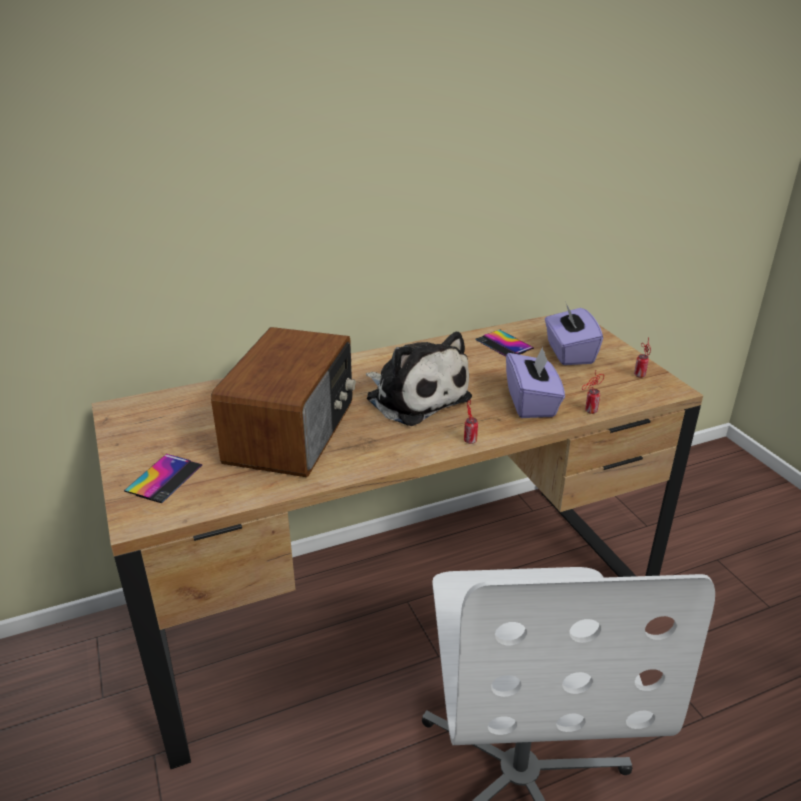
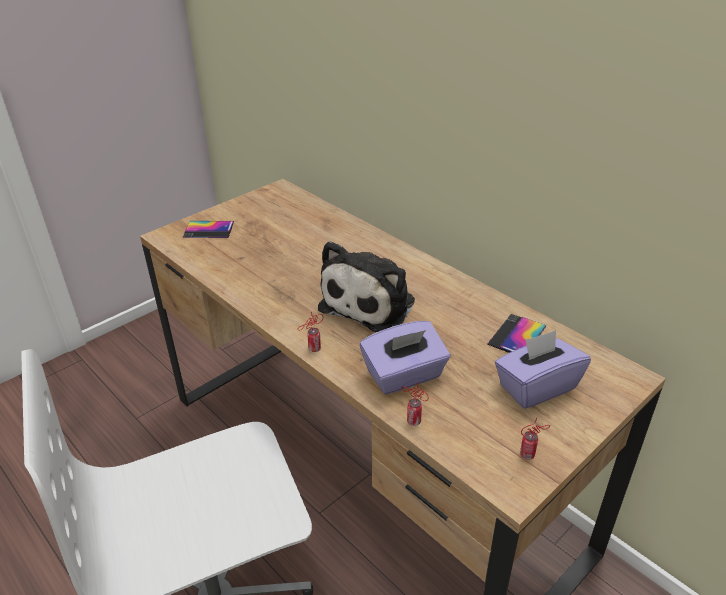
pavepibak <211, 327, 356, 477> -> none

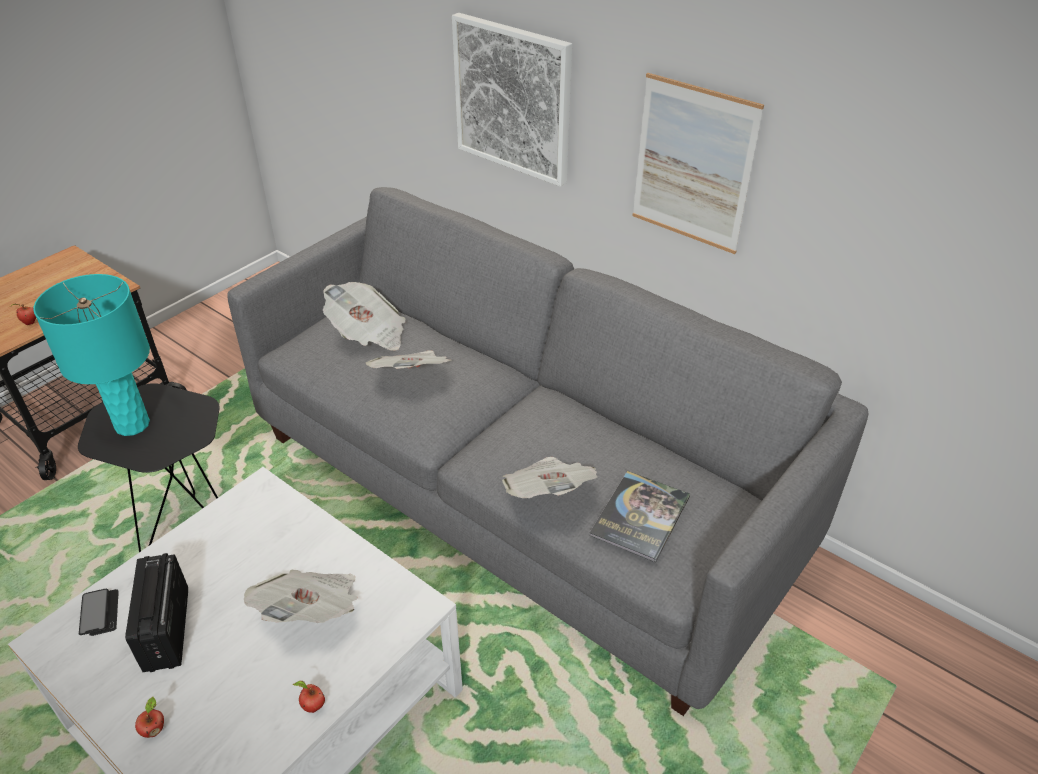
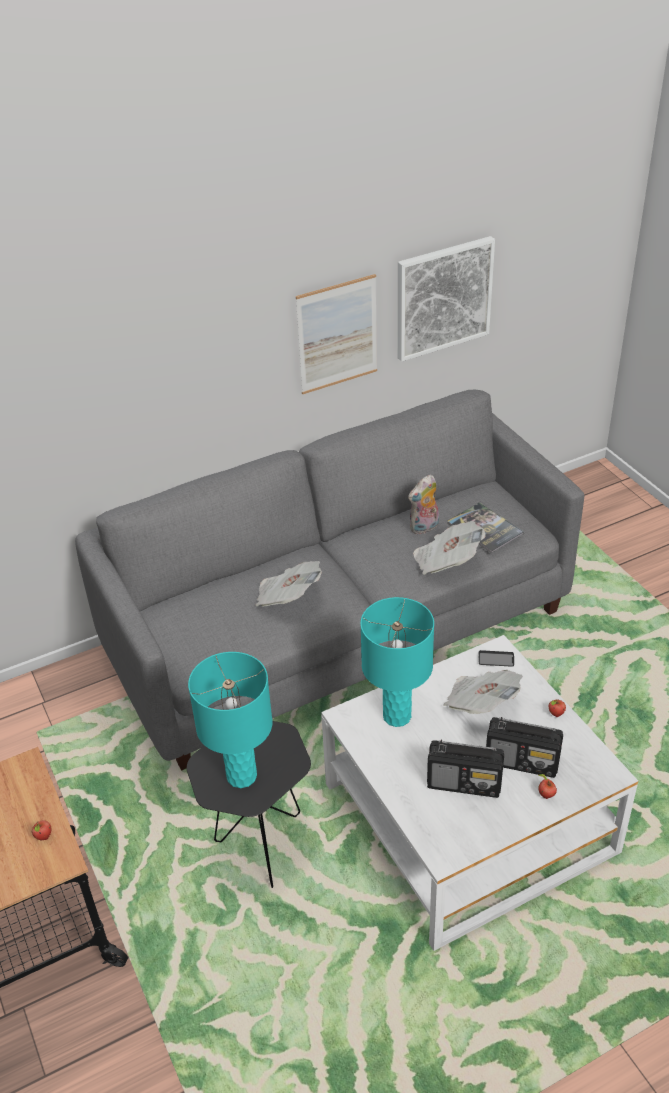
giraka <79, 589, 119, 636> -> giraka <478, 650, 514, 667>, move
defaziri <323, 282, 405, 351> -> none
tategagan <452, 13, 572, 187> -> tategagan <398, 236, 495, 362>, move
none -> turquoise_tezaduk <360, 597, 434, 727>
none -> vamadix <408, 475, 439, 534>
none -> pavepibak <486, 717, 563, 778>

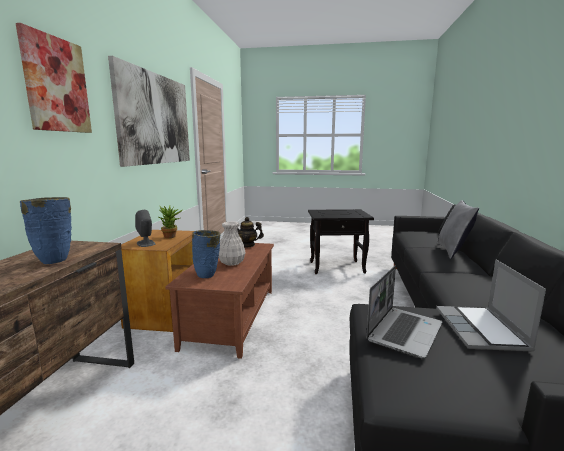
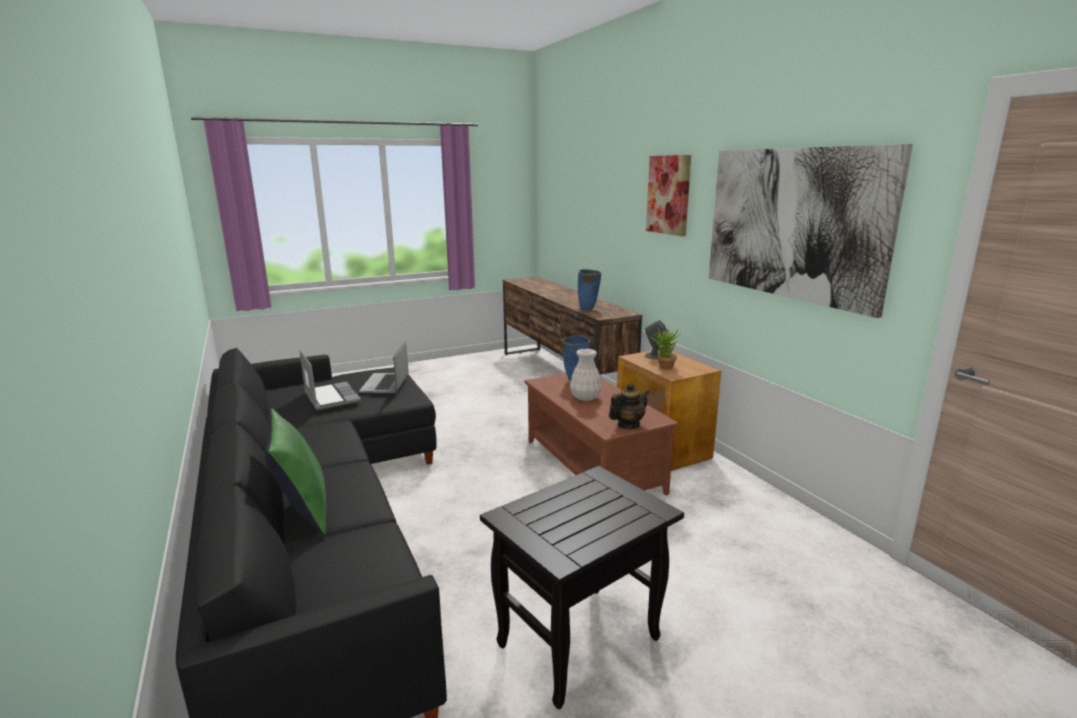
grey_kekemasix <438, 200, 479, 259> -> green_kekemasix <265, 408, 327, 536>

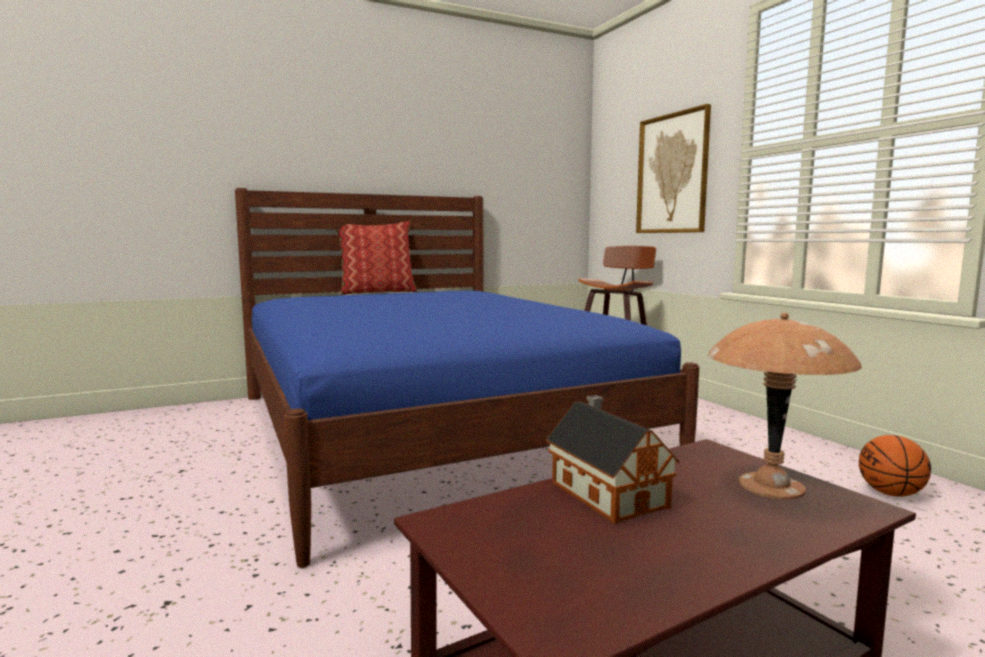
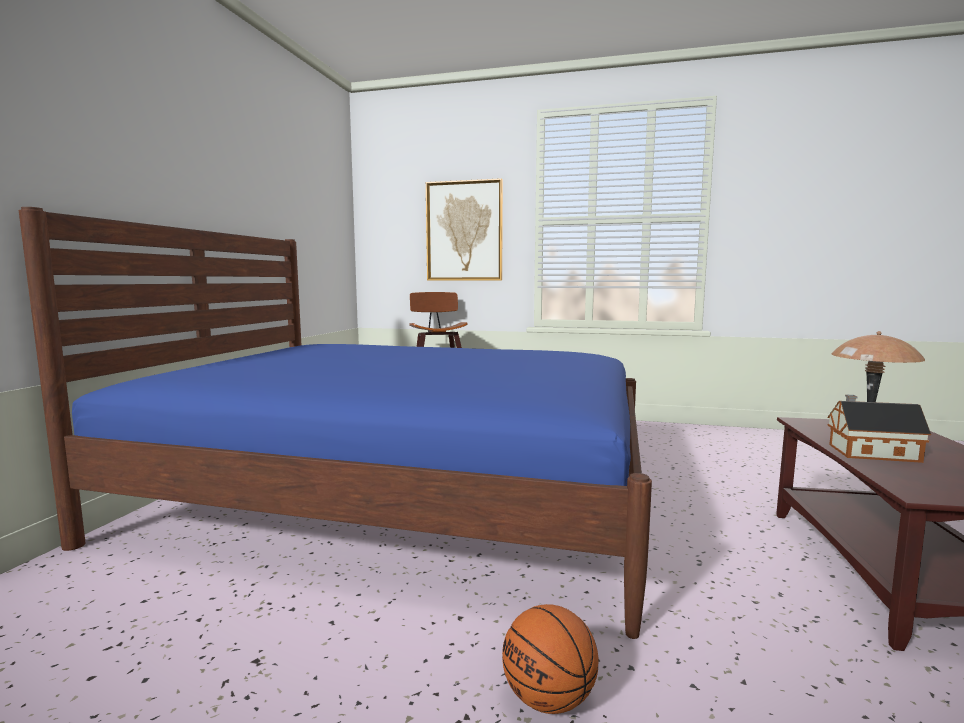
kekemasix <336, 221, 417, 295> -> none
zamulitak <859, 435, 931, 497> -> zamulitak <502, 604, 599, 714>, move

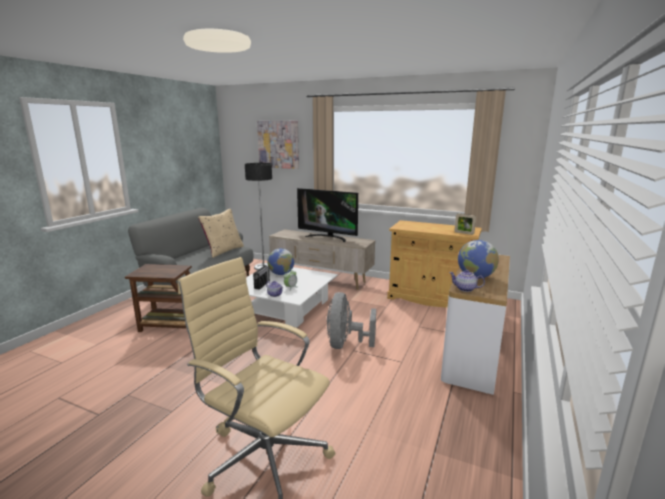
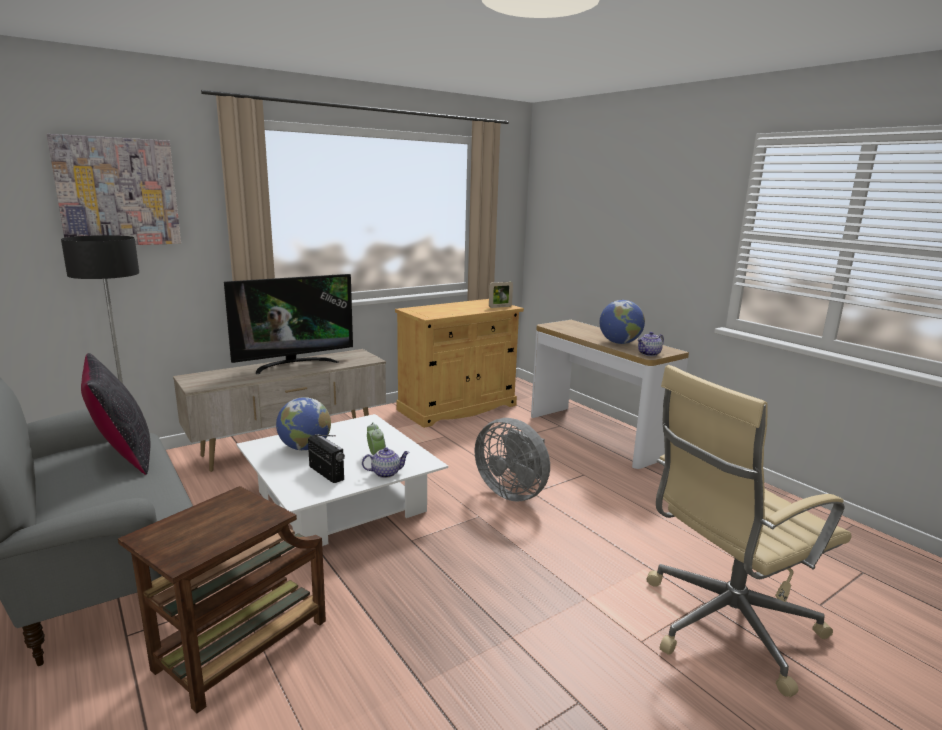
beige_kekemasix <198, 209, 244, 258> -> black_kekemasix <81, 353, 150, 475>

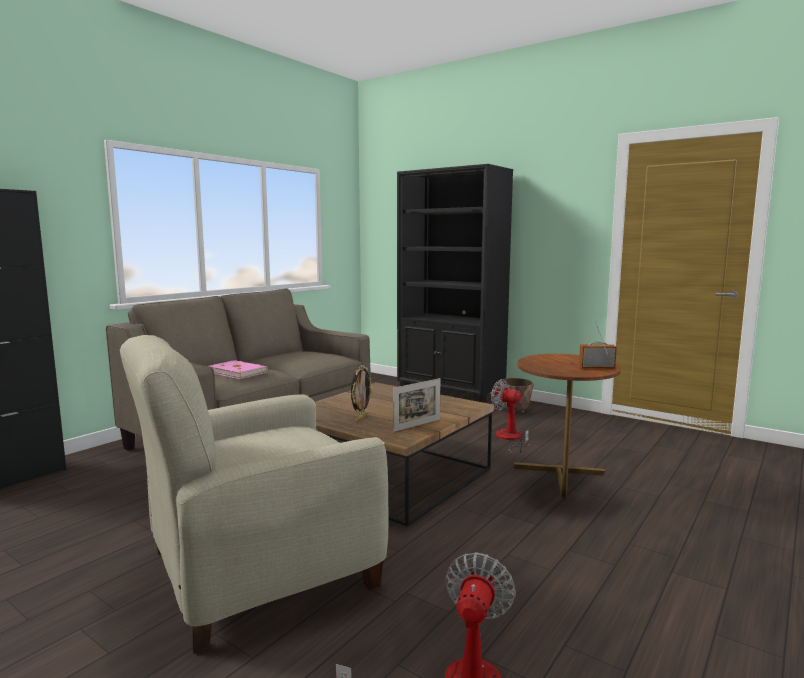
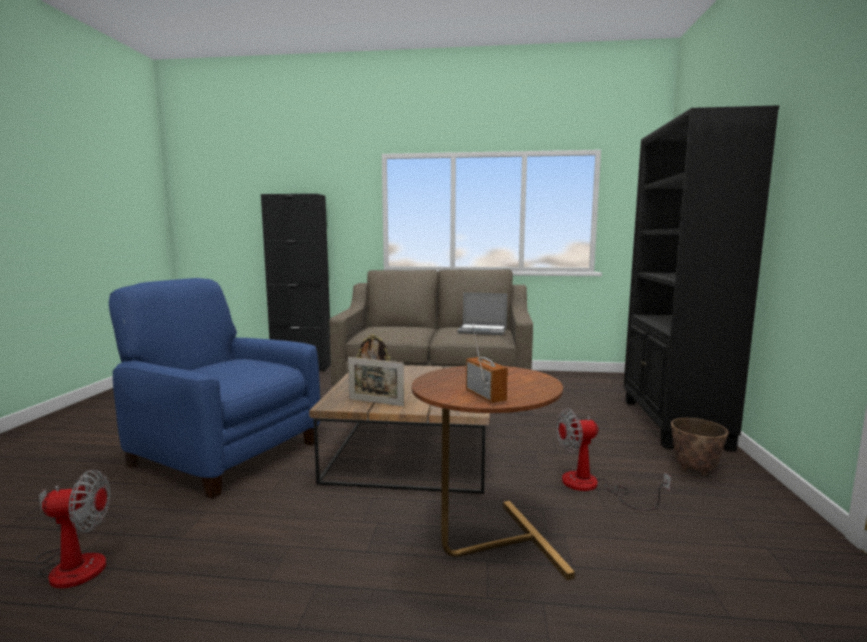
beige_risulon <120, 335, 389, 654> -> blue_risulon <109, 278, 320, 499>
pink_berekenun <209, 360, 268, 379> -> none
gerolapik <491, 379, 529, 455> -> gerolapik <556, 409, 671, 511>, 105 degrees counterclockwise
none -> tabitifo <457, 292, 507, 335>

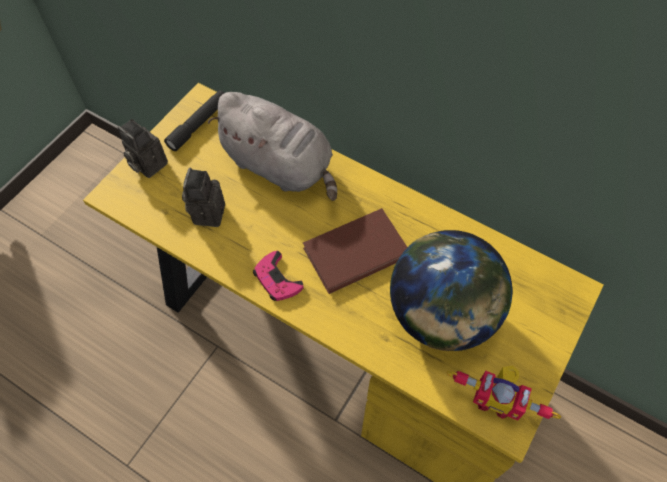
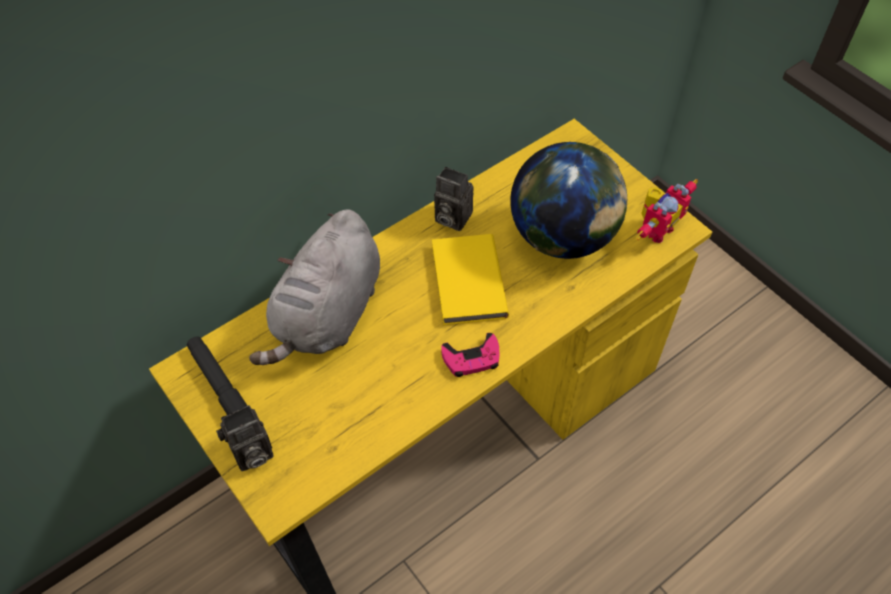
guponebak <182, 168, 225, 227> -> guponebak <434, 167, 474, 231>, move
grey_vamadix <208, 92, 337, 201> -> grey_vamadix <249, 209, 380, 365>, 150 degrees clockwise
brown_berekenun <303, 208, 408, 294> -> yellow_berekenun <432, 234, 509, 325>

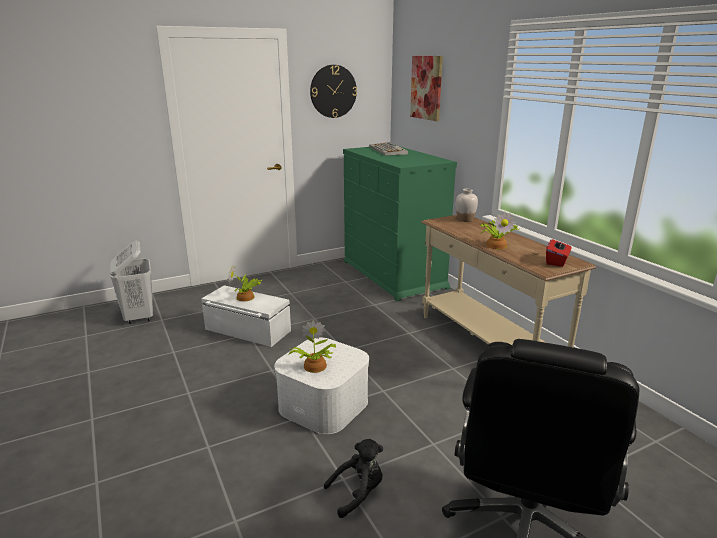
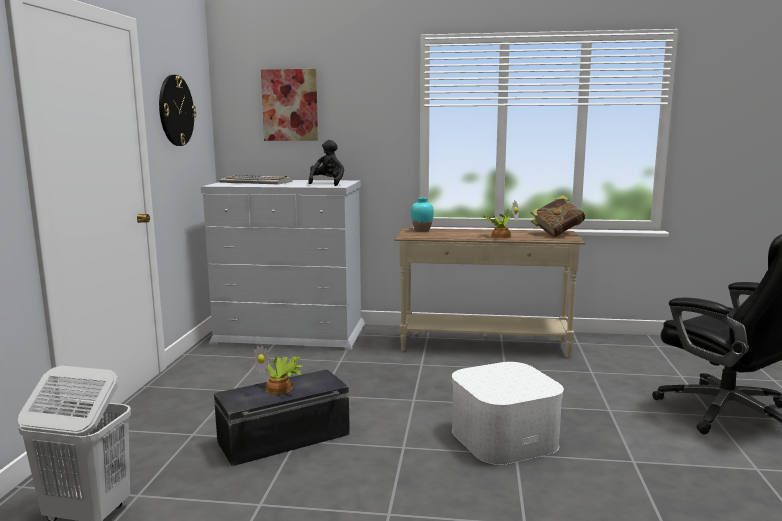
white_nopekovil <201, 285, 291, 347> -> black_nopekovil <214, 369, 350, 466>
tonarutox <289, 320, 336, 373> -> none
black_vamadix <324, 439, 383, 518> -> black_vamadix <308, 140, 344, 186>, move
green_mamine <343, 146, 457, 301> -> white_mamine <201, 180, 365, 351>
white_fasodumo <456, 189, 478, 222> -> turquoise_fasodumo <411, 198, 434, 232>
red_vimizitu <546, 238, 571, 267> -> berekenun <531, 195, 585, 237>

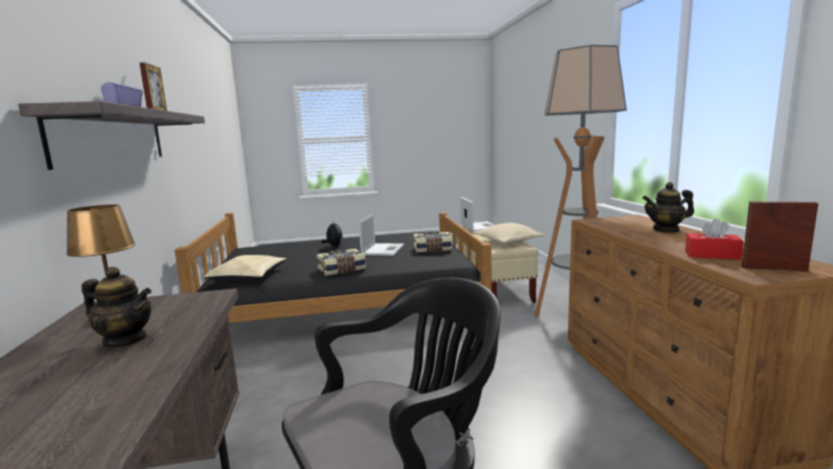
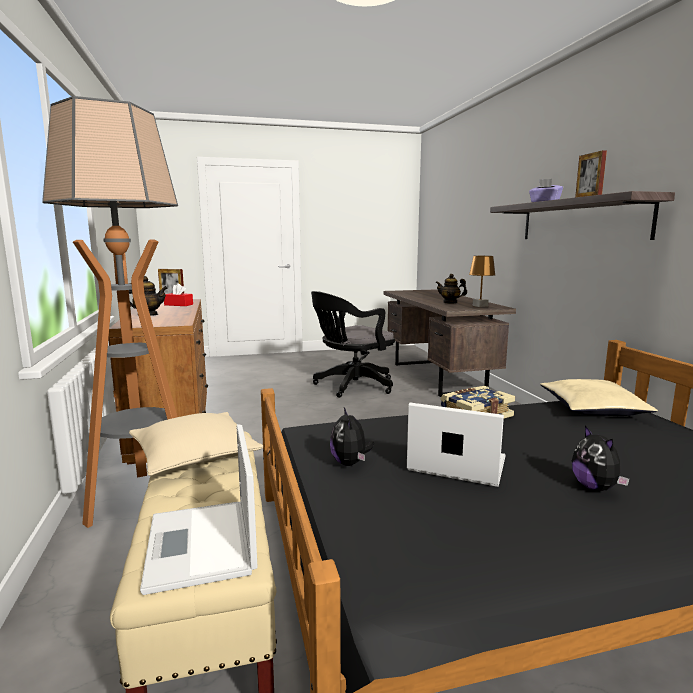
tabitifo <359, 214, 404, 256> -> tabitifo <407, 403, 505, 487>, 105 degrees clockwise
berekenun <413, 232, 453, 252> -> vamadix <330, 408, 374, 466>

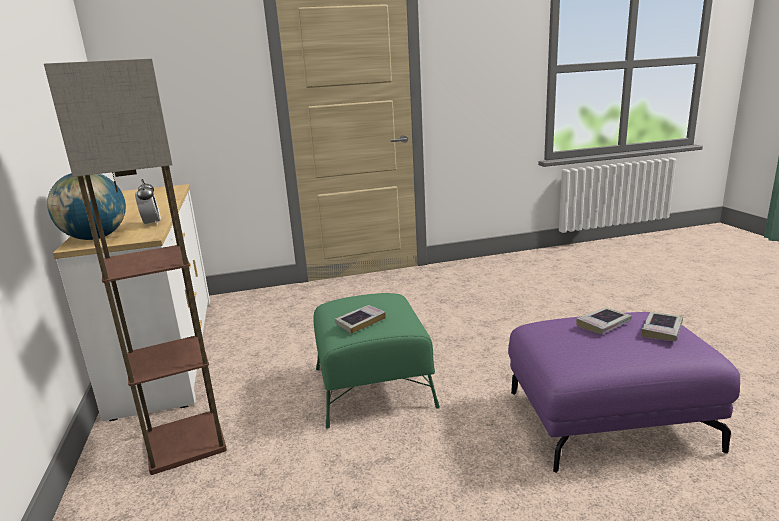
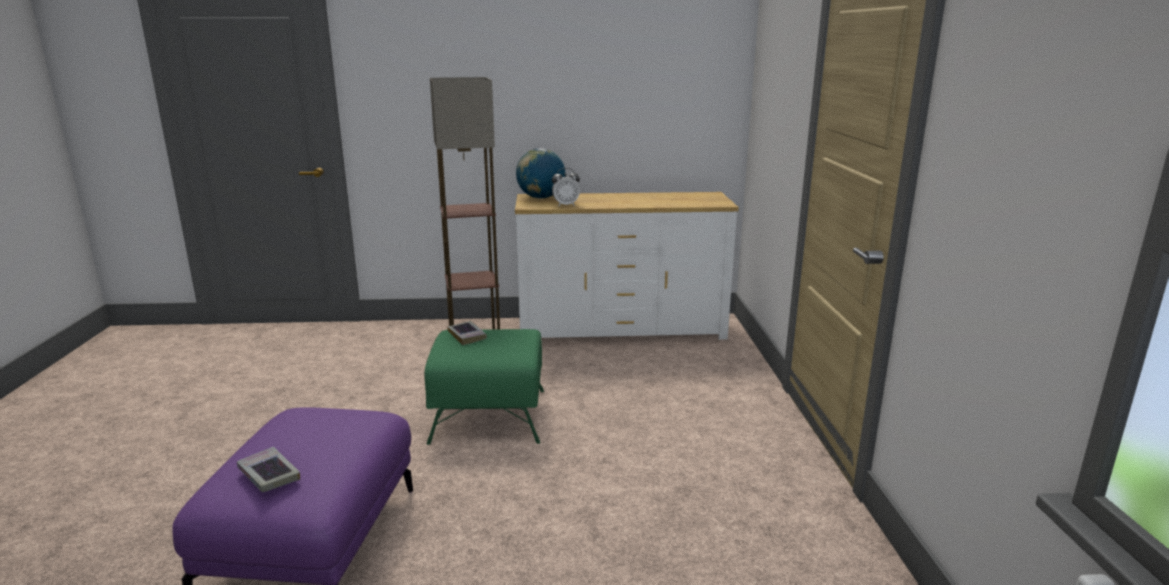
berekenun <576, 307, 631, 334> -> none

